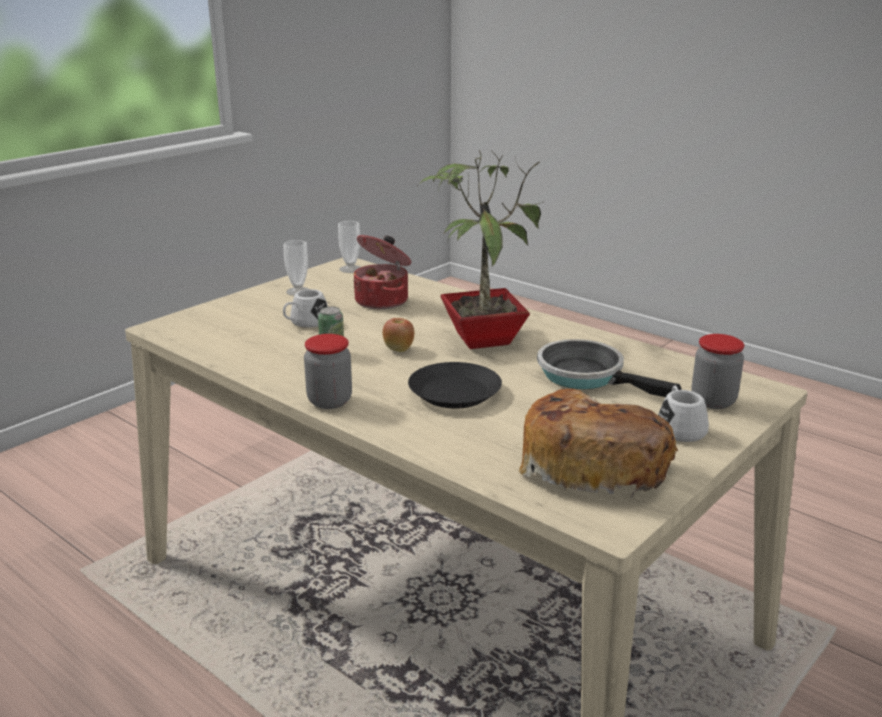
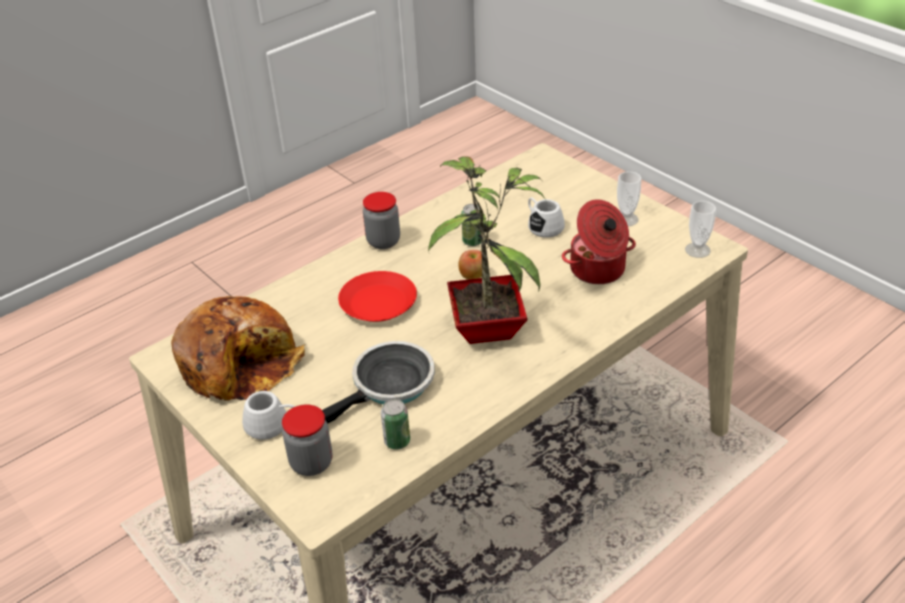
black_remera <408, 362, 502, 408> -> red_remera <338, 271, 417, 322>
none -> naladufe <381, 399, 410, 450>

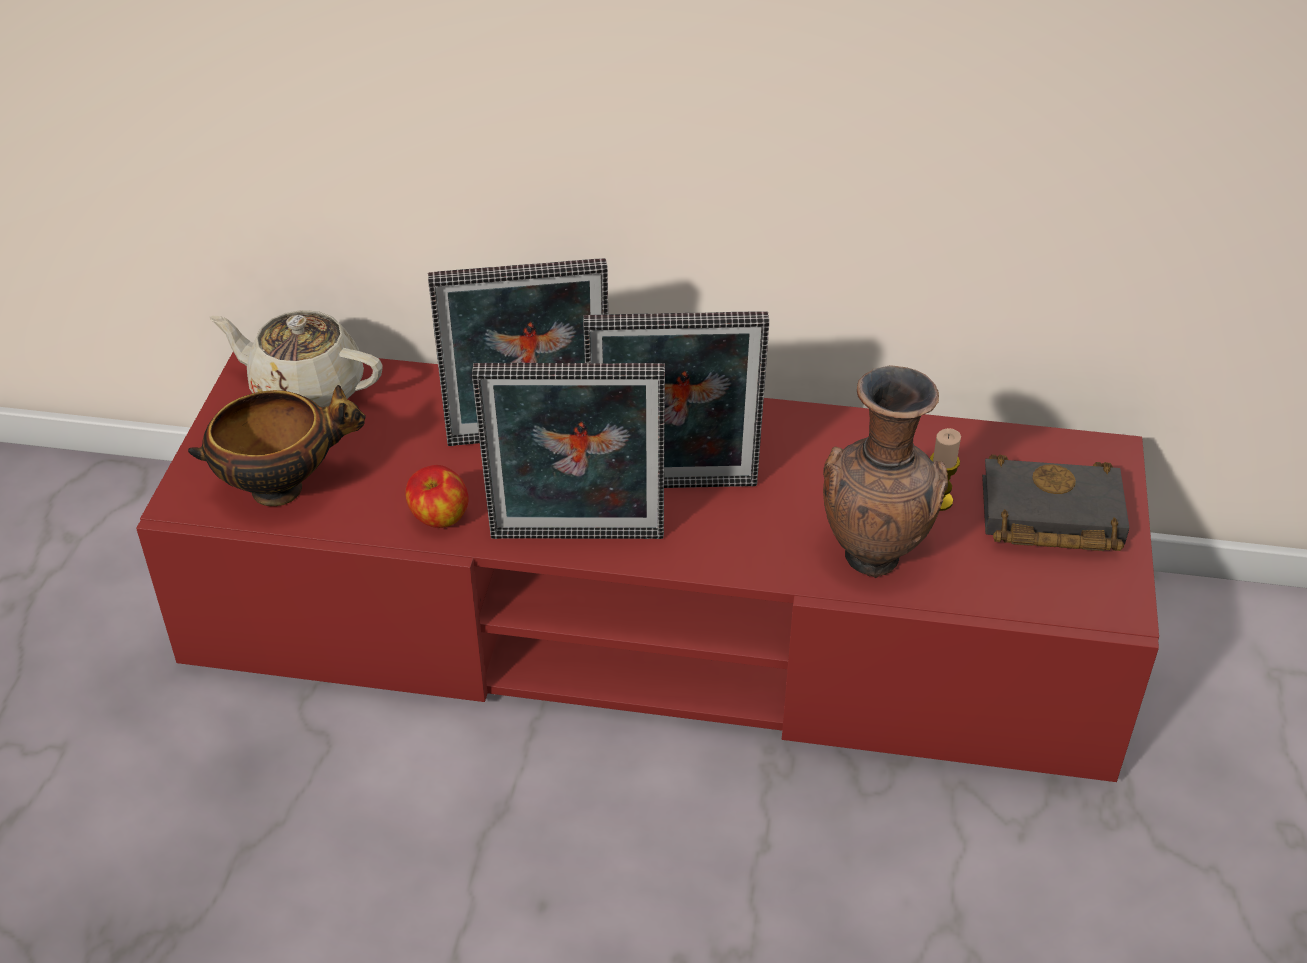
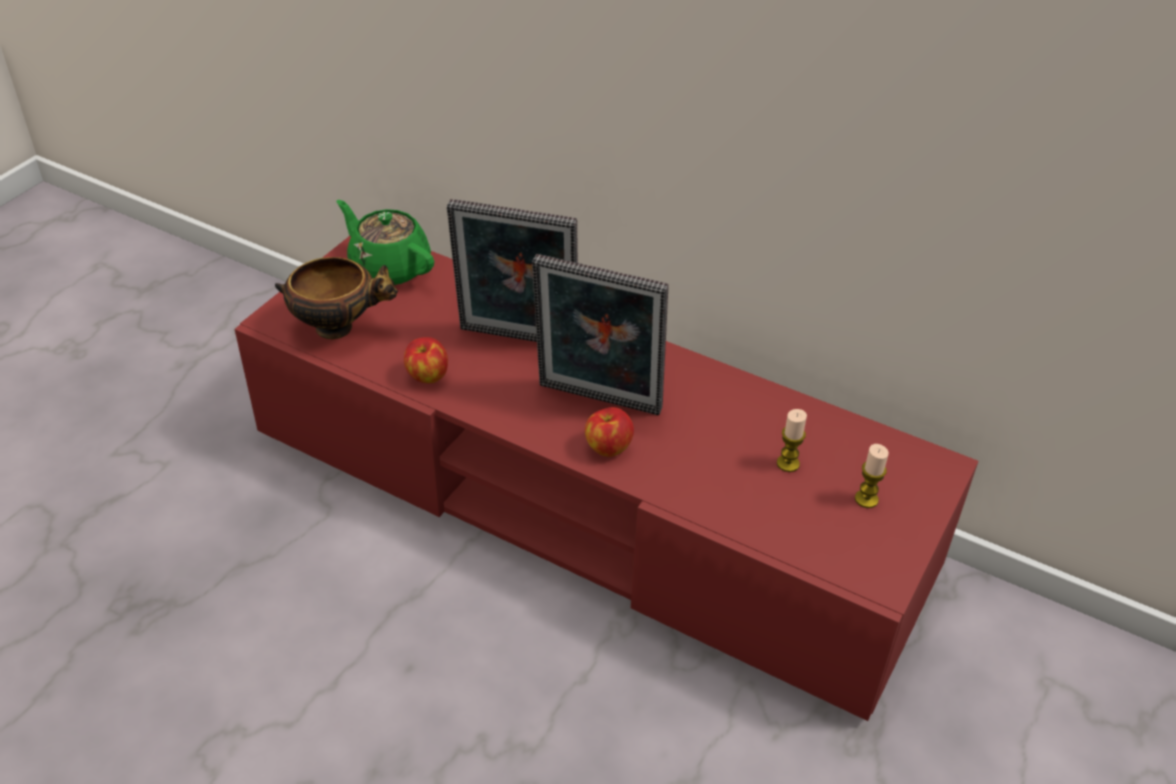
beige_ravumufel <210, 310, 383, 407> -> green_ravumufel <337, 200, 434, 285>
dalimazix <472, 363, 665, 539> -> none
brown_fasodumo <823, 365, 948, 578> -> none
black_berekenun <982, 454, 1129, 551> -> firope <855, 444, 889, 508>
none -> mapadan <585, 407, 634, 457>

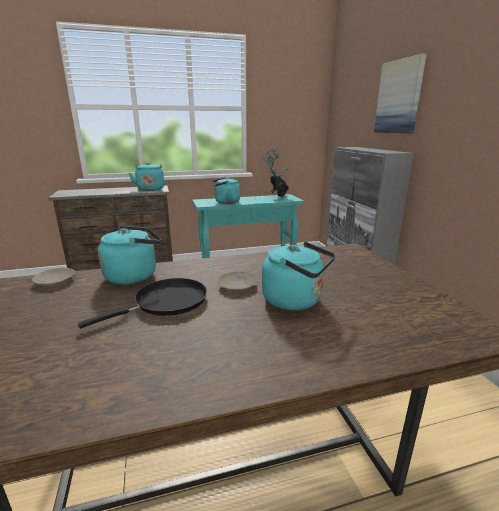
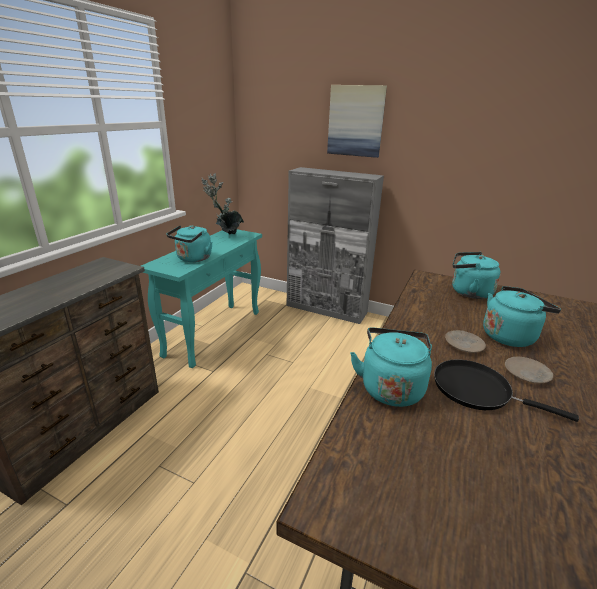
beige_remera <32, 268, 75, 286> -> beige_remera <505, 357, 553, 384>, move
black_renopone <78, 278, 207, 328> -> black_renopone <434, 359, 579, 422>, 60 degrees counterclockwise
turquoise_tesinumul <129, 162, 164, 191> -> turquoise_tesinumul <452, 252, 501, 299>, move

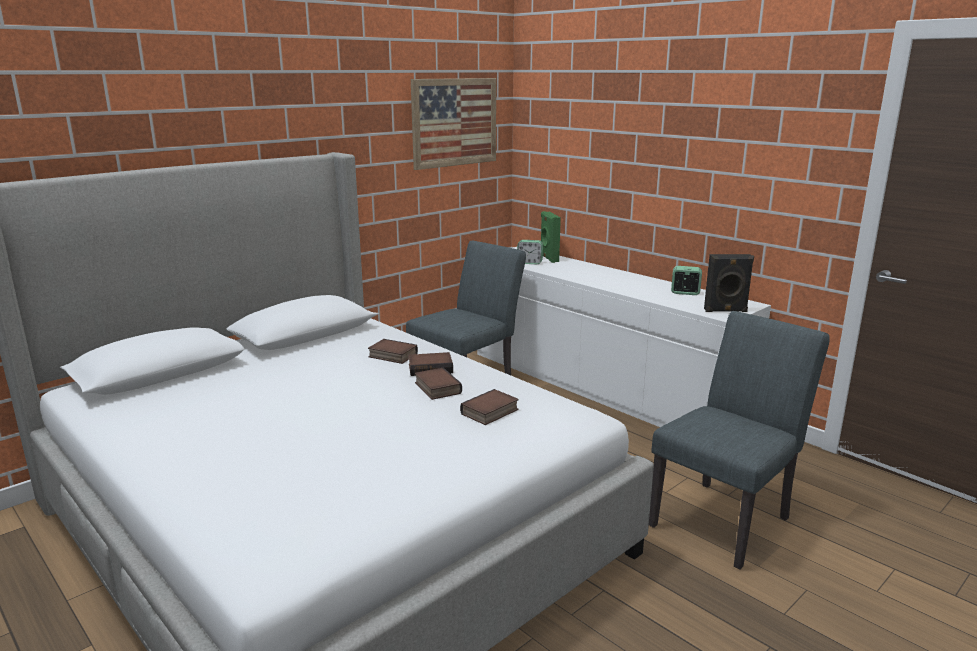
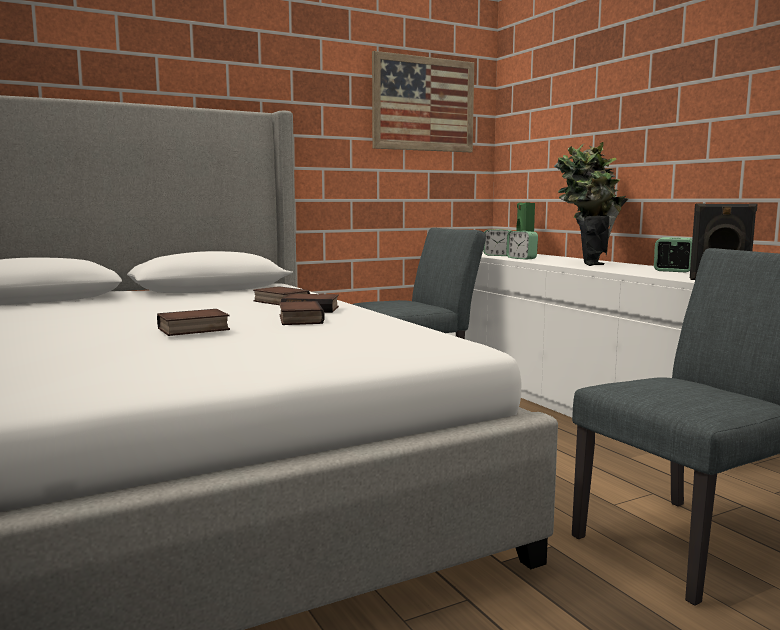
berekenun <460, 389, 519, 425> -> berekenun <157, 309, 230, 336>, move
none -> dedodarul <506, 231, 538, 260>
none -> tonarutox <554, 142, 628, 266>

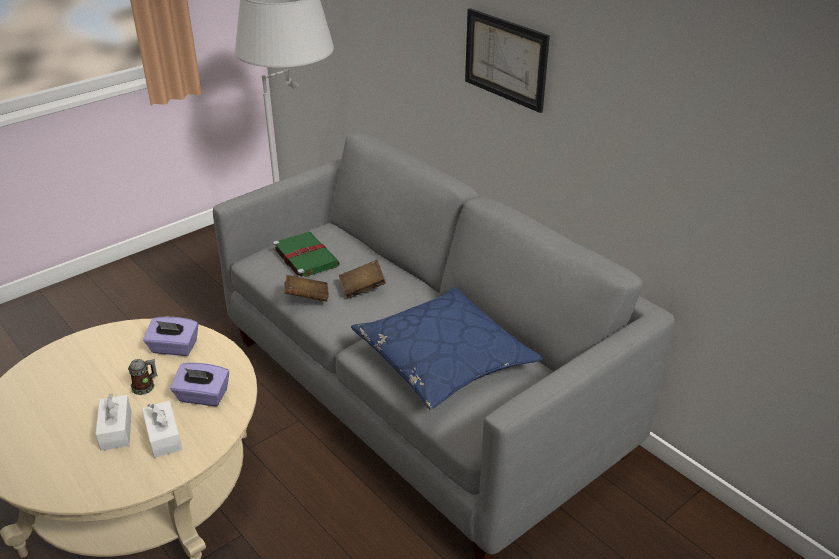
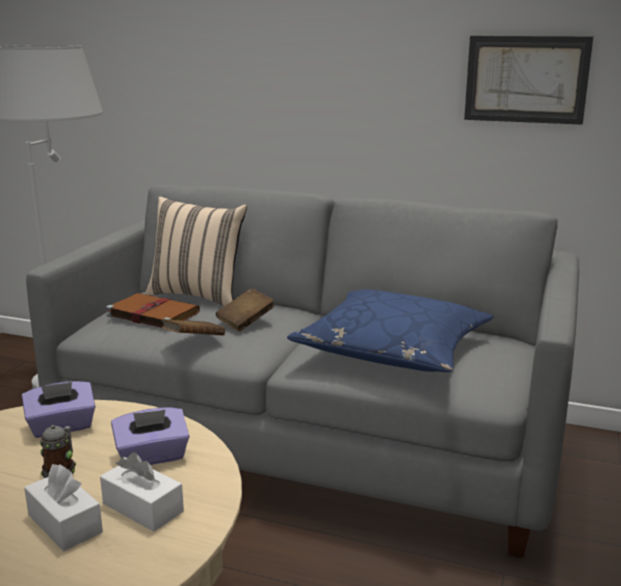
green_berekenun <273, 232, 340, 278> -> brown_berekenun <106, 293, 200, 330>
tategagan <465, 8, 550, 113> -> tategagan <464, 36, 593, 125>, move
none -> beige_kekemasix <145, 197, 247, 306>

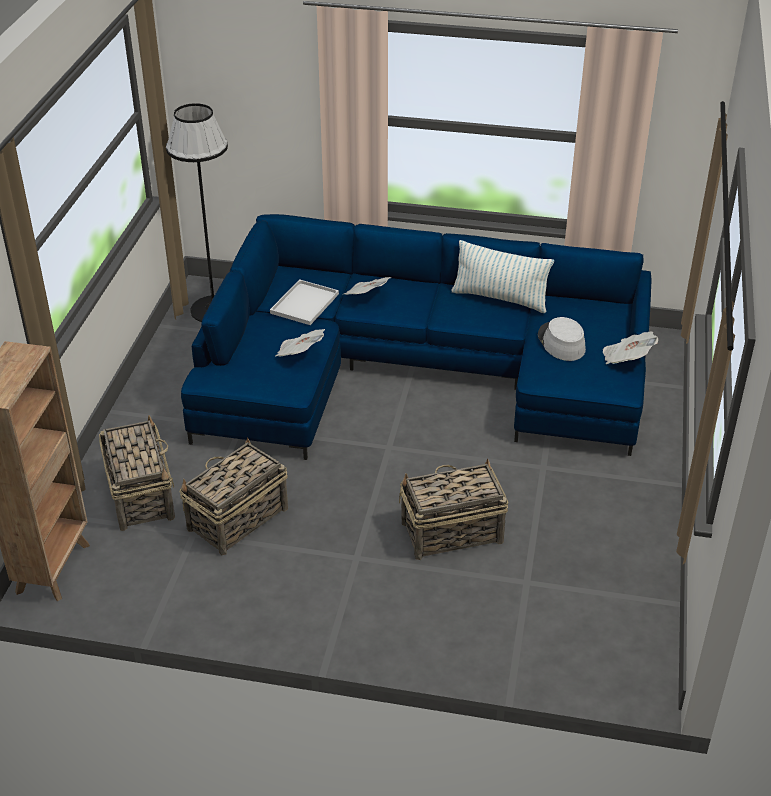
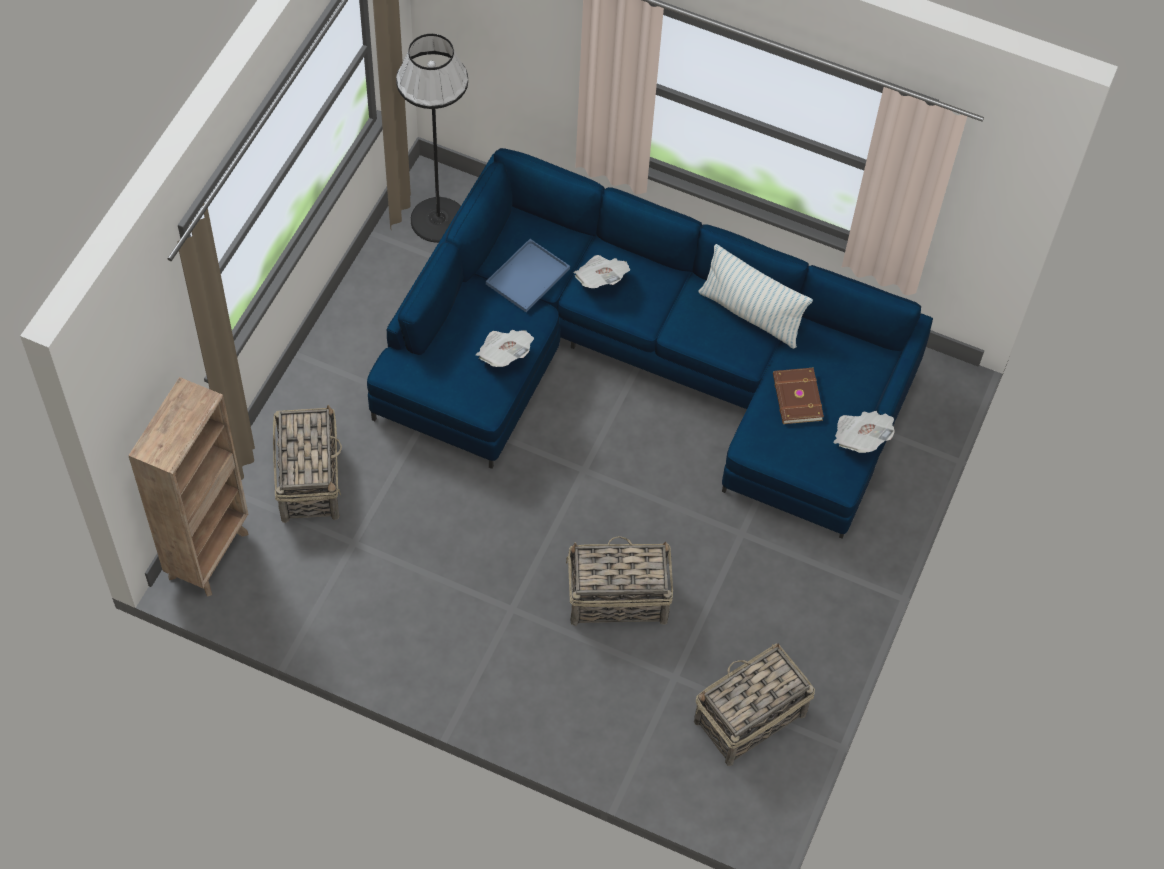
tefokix <180, 437, 288, 555> -> tefokix <694, 643, 815, 766>, move
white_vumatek <270, 279, 339, 325> -> blue_vumatek <486, 239, 570, 312>
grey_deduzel <538, 317, 586, 361> -> brown_berekenun <773, 367, 824, 424>

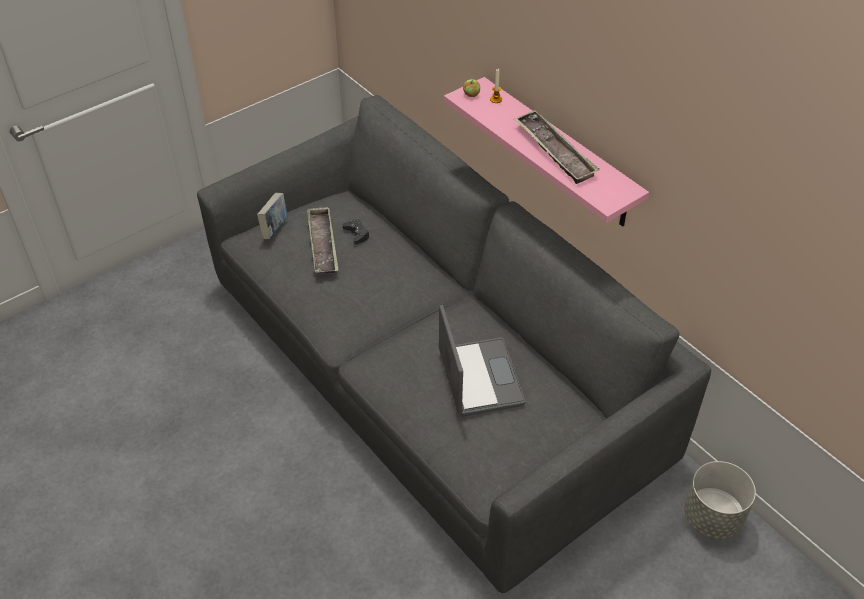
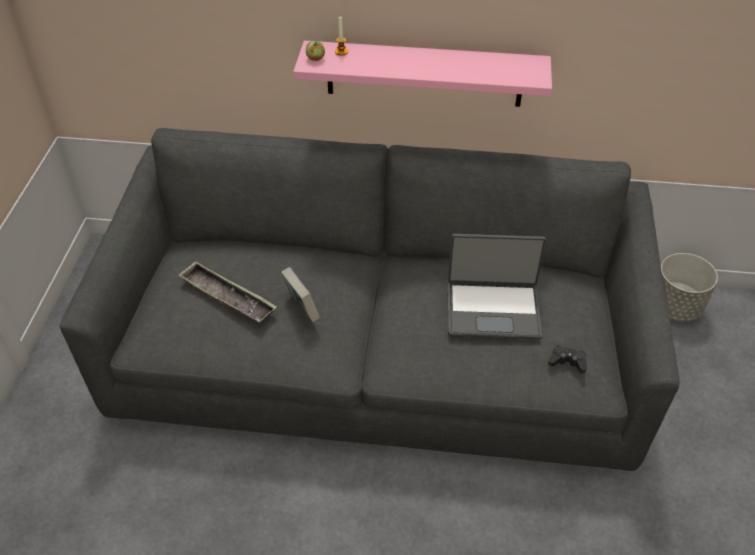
berekenun <257, 193, 288, 239> -> berekenun <281, 267, 320, 322>, move
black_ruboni <343, 219, 370, 244> -> black_ruboni <548, 345, 587, 373>, move
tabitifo <439, 305, 525, 416> -> tabitifo <448, 234, 546, 339>, 150 degrees clockwise
vumatek <514, 110, 599, 184> -> none

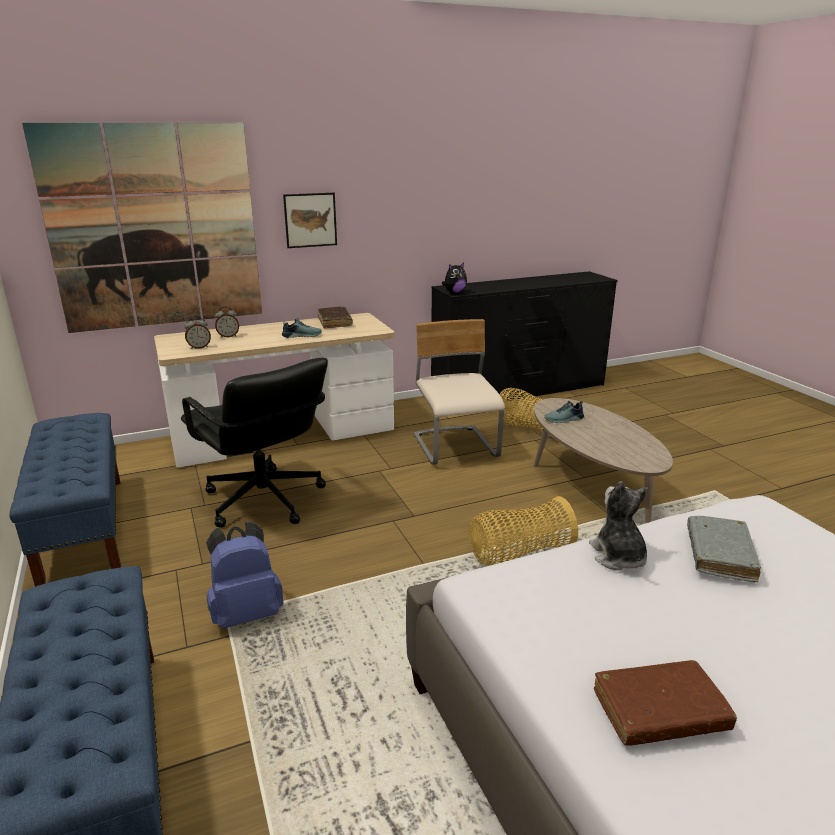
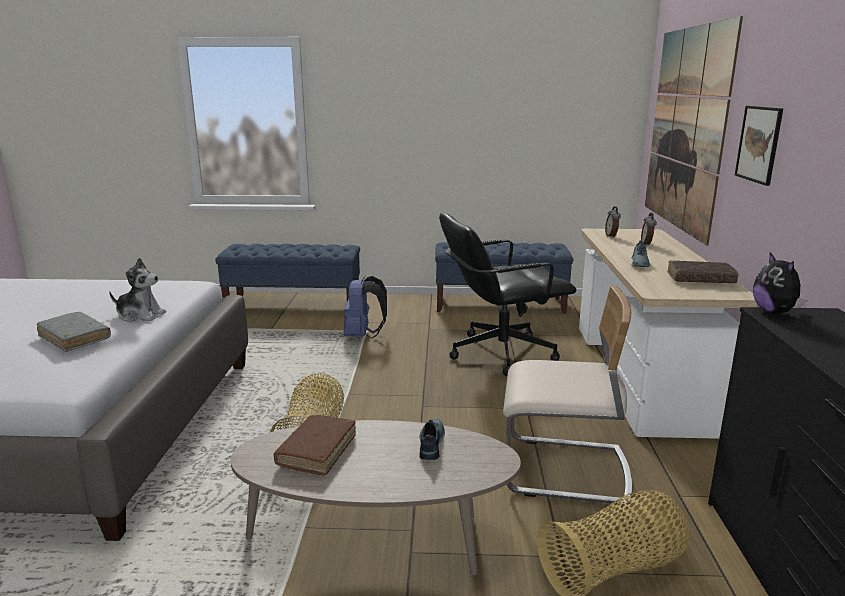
brown_berekenun <594, 660, 737, 746> -> brown_berekenun <273, 415, 356, 476>, move

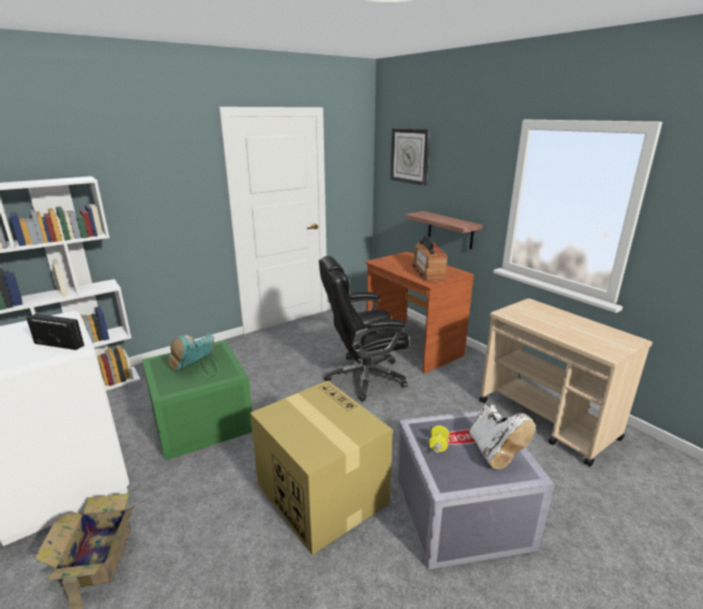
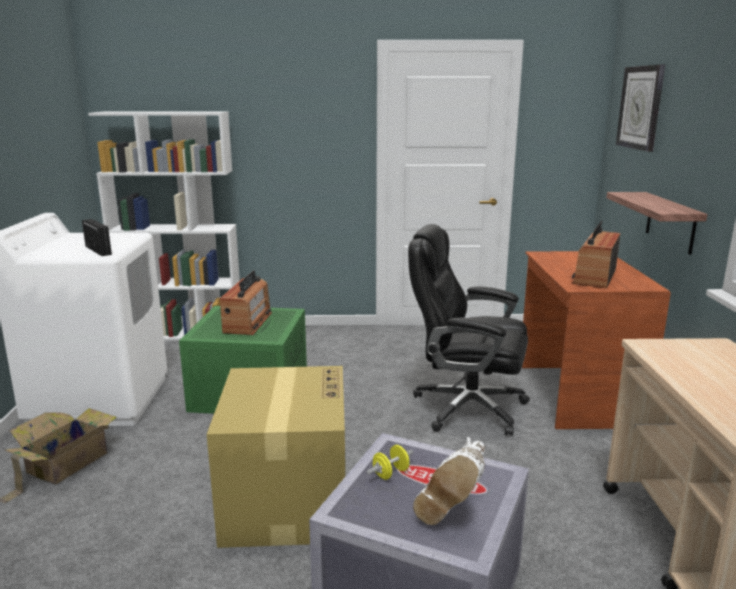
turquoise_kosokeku <168, 333, 214, 371> -> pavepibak <220, 271, 272, 335>

